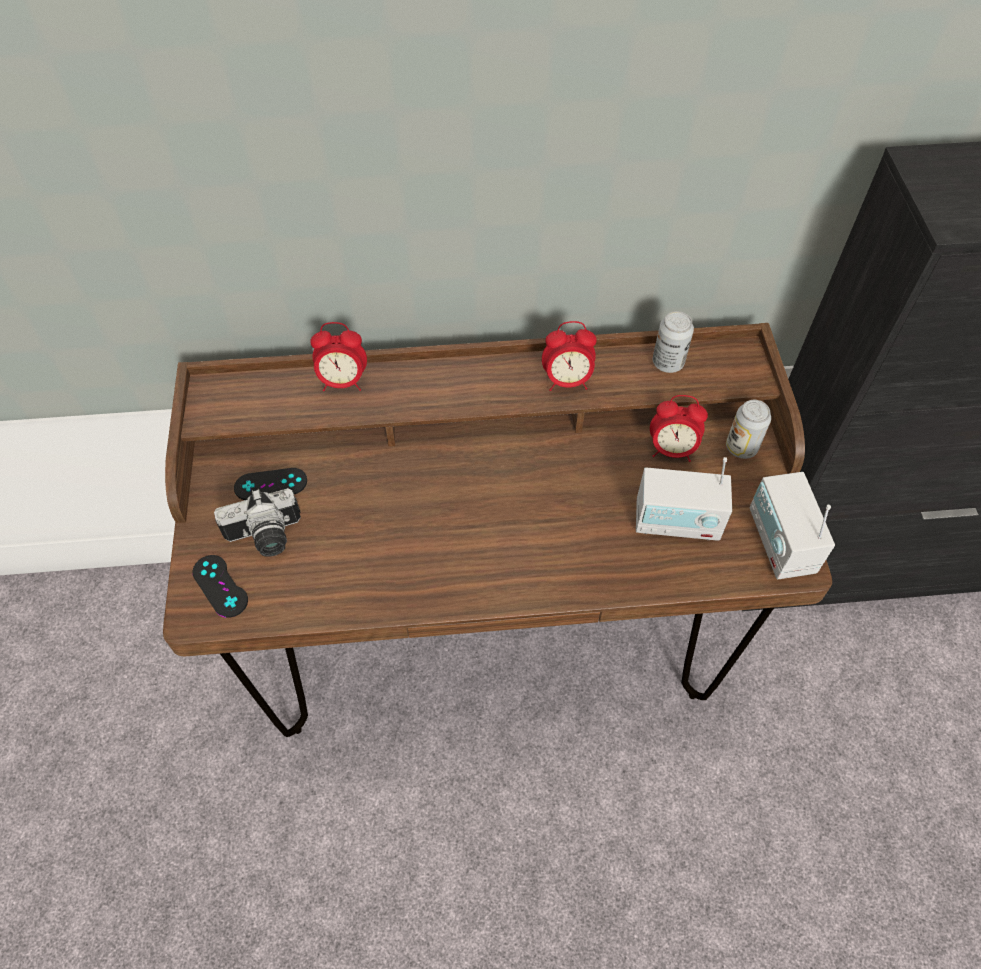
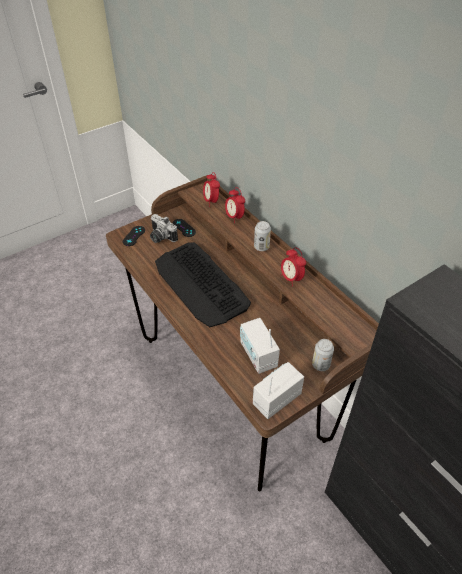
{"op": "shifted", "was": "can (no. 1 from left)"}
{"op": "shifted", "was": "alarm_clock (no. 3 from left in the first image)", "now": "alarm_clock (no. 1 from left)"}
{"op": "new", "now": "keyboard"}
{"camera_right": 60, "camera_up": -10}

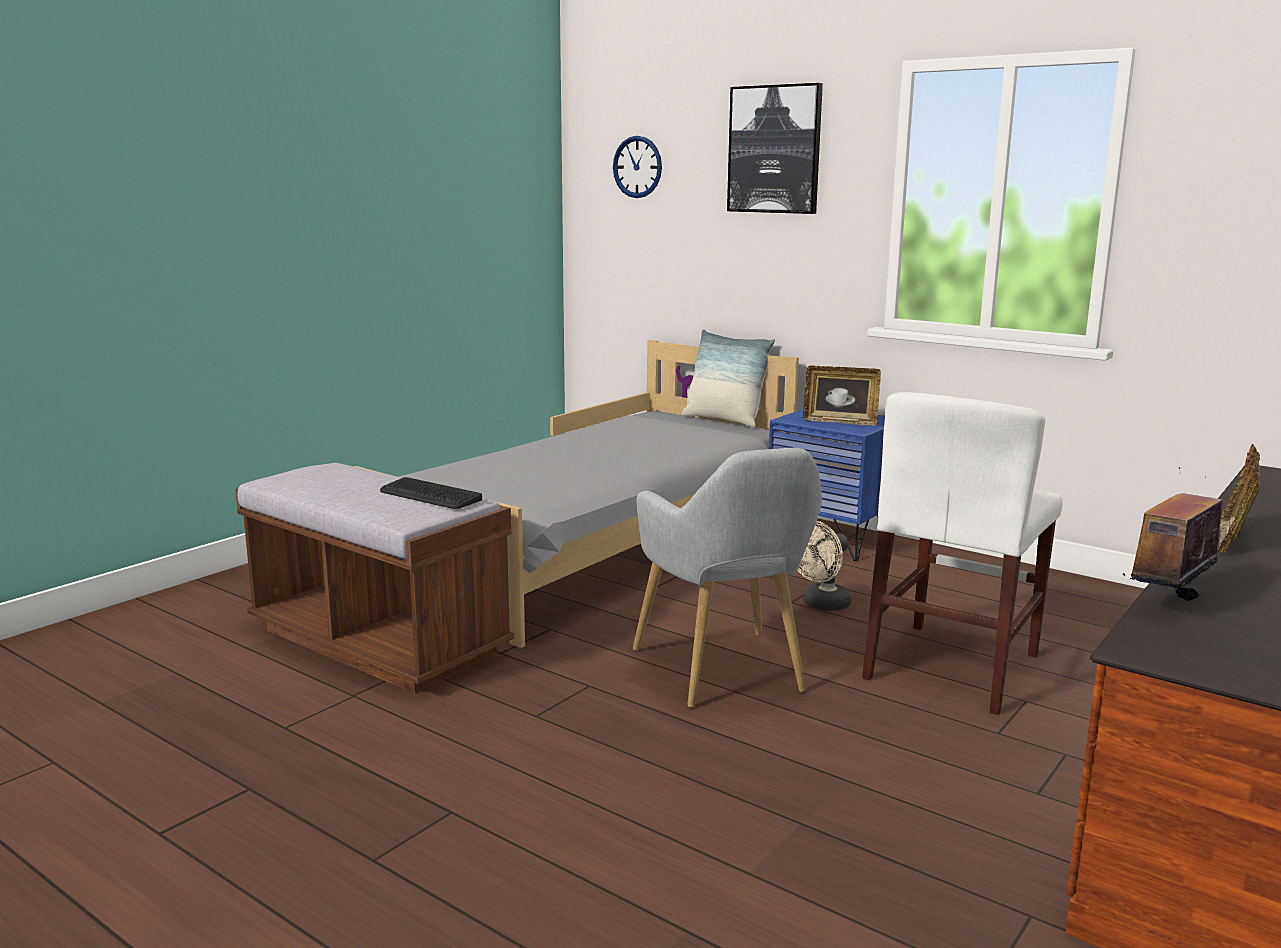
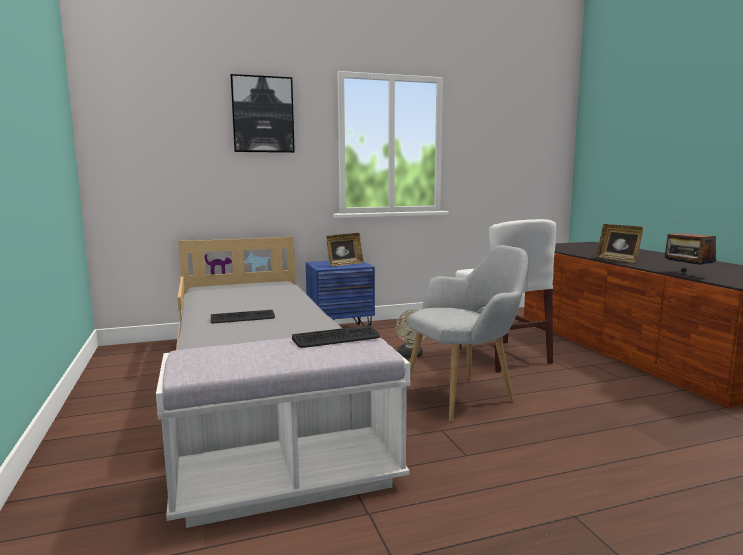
{"op": "gone", "was": "wall_clock"}
{"op": "gone", "was": "pillow"}
{"op": "rotated", "was": "grey_armchair", "clockwise": -45}
{"op": "repainted", "was": "brown_bench", "now": "white_bench"}
{"op": "new", "now": "keyboard (no. 1 from left)"}
{"camera_right": -55, "camera_up": -5}

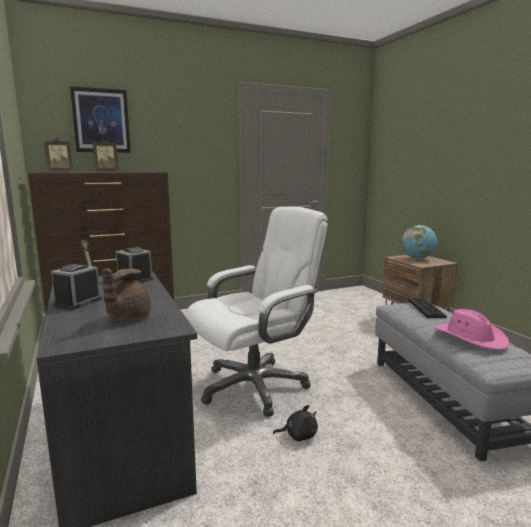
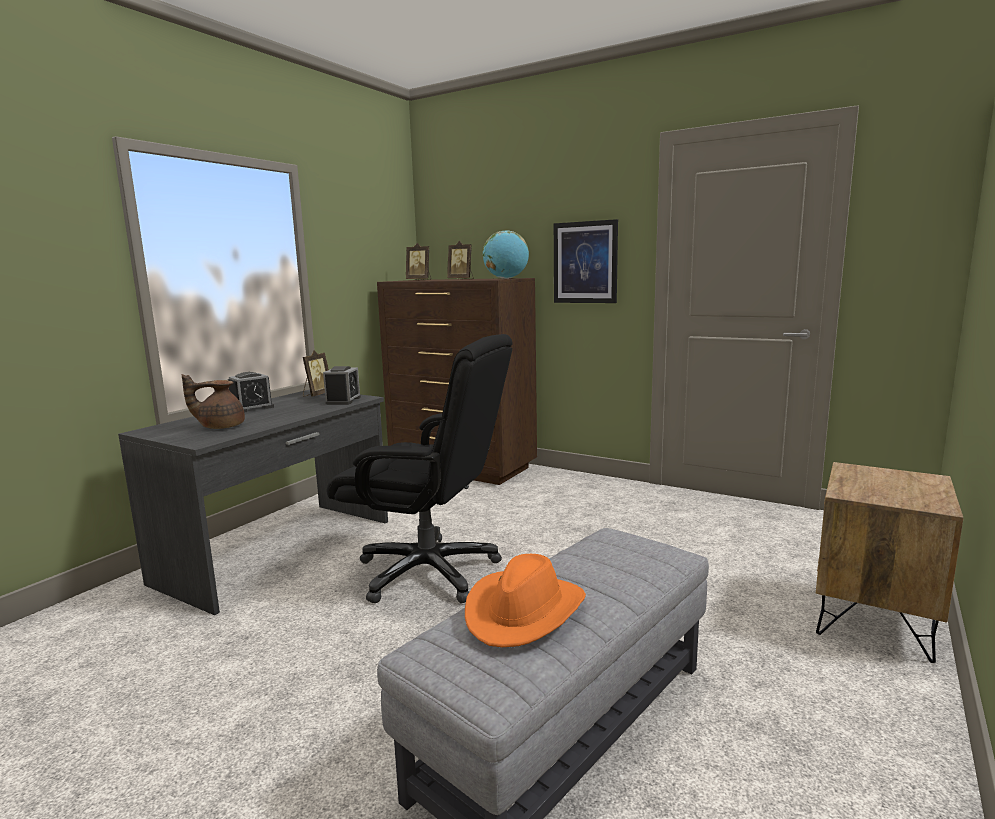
{"op": "shifted", "was": "picture"}
{"op": "repainted", "was": "white_office_chair", "now": "black_office_chair"}
{"op": "shifted", "was": "globe"}
{"op": "rotated", "was": "alarm_clock (no. 1 from left)", "clockwise": 150}
{"op": "gone", "was": "keyboard"}
{"op": "repainted", "was": "pink_hat", "now": "orange_hat"}
{"op": "gone", "was": "black_plush_toy"}
{"camera_right": 55, "camera_up": 0}

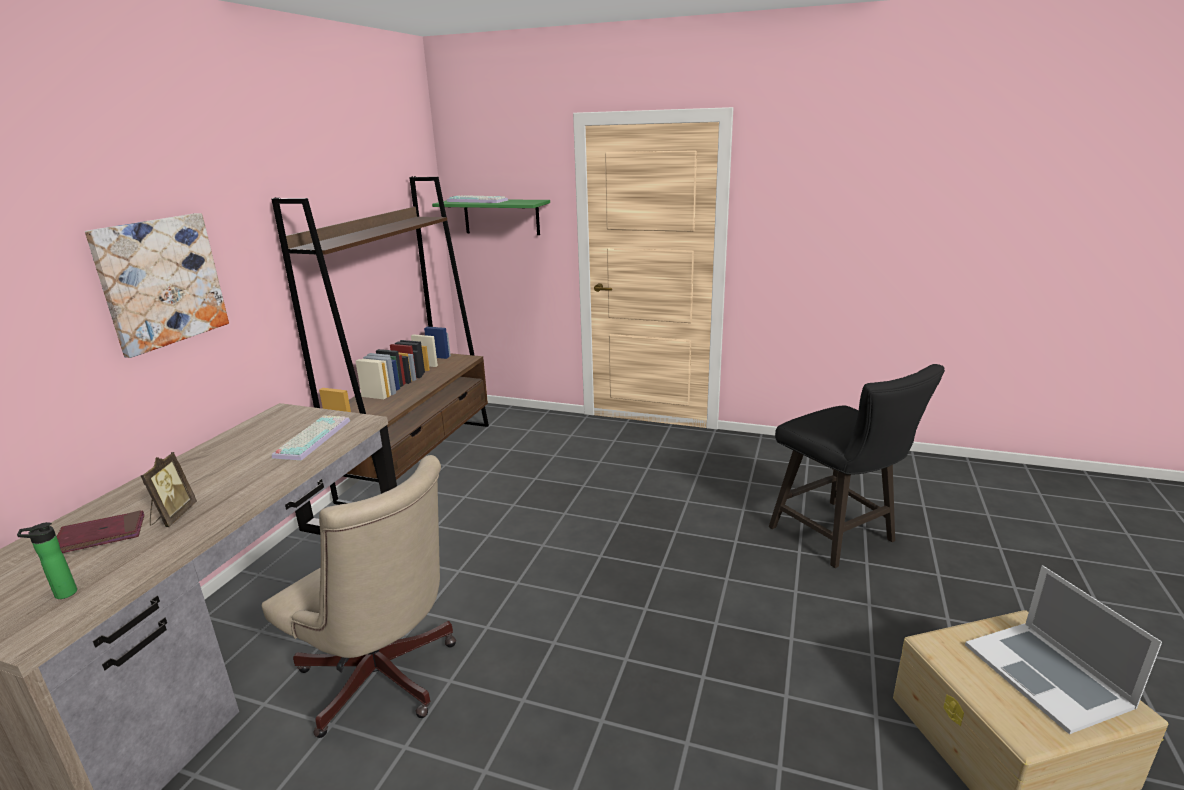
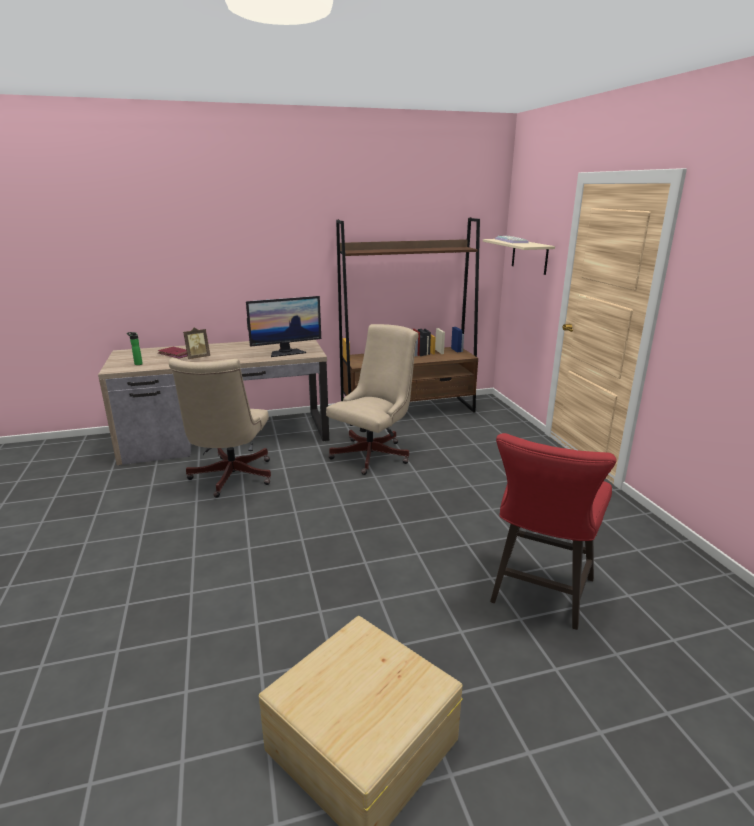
{"op": "repainted", "was": "green_shelf", "now": "beige_shelf"}
{"op": "gone", "was": "picture"}
{"op": "repainted", "was": "black_stool", "now": "red_stool"}
{"op": "swapped", "was": "keyboard (no. 1 from left)", "now": "monitor"}
{"op": "gone", "was": "laptop"}
{"op": "new", "now": "beige_office_chair (no. 2 from left)"}
{"camera_right": 55, "camera_up": 0}

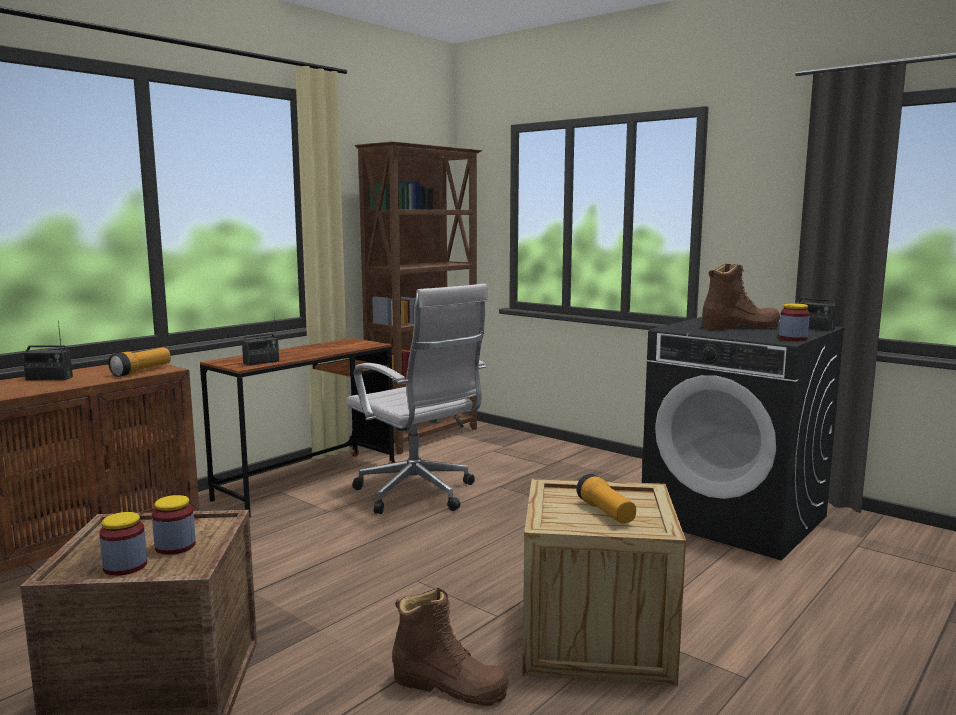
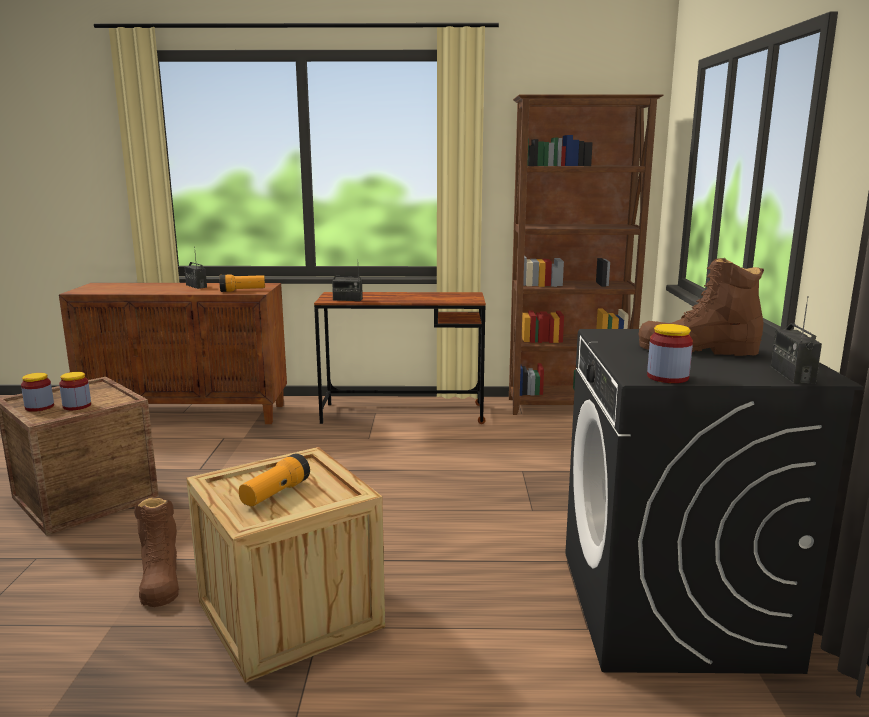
{"op": "rotated", "was": "brown_boot (no. 2 from left)", "clockwise": 150}
{"op": "gone", "was": "white_office_chair"}
{"camera_right": 50, "camera_up": 5}

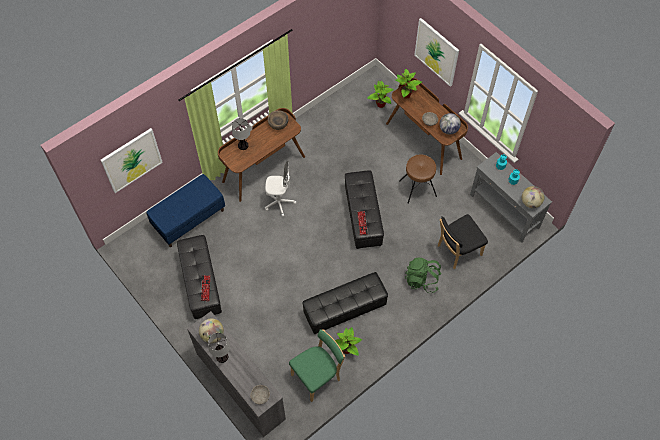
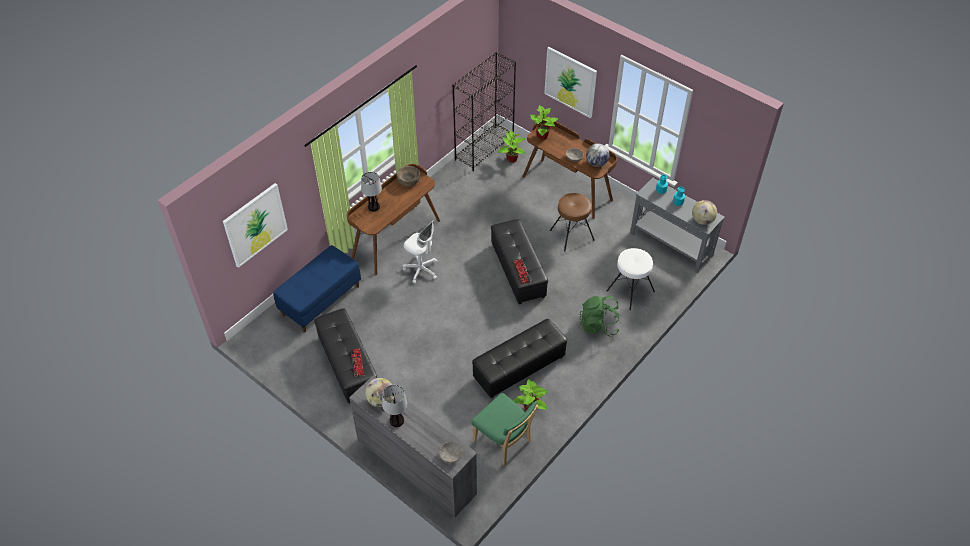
{"op": "rotated", "was": "white_office_chair", "clockwise": 45}
{"op": "swapped", "was": "black_chair", "now": "white_stool"}
{"op": "rotated", "was": "green_chair", "clockwise": 90}
{"op": "new", "now": "black_bookcase"}
{"camera_right": -10, "camera_up": -10}

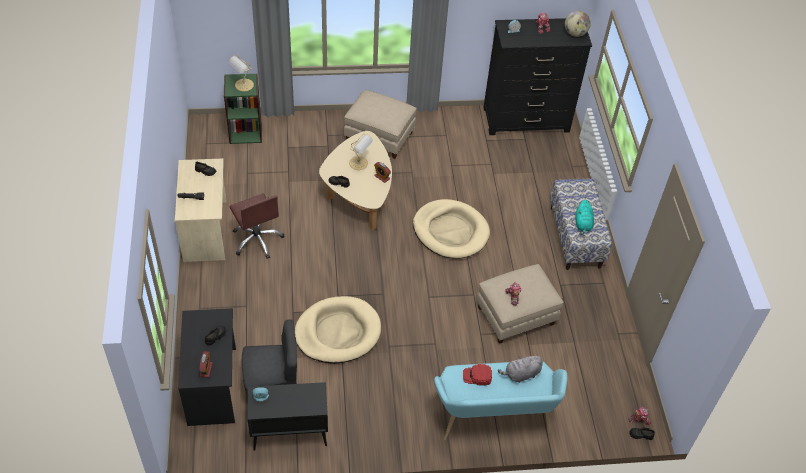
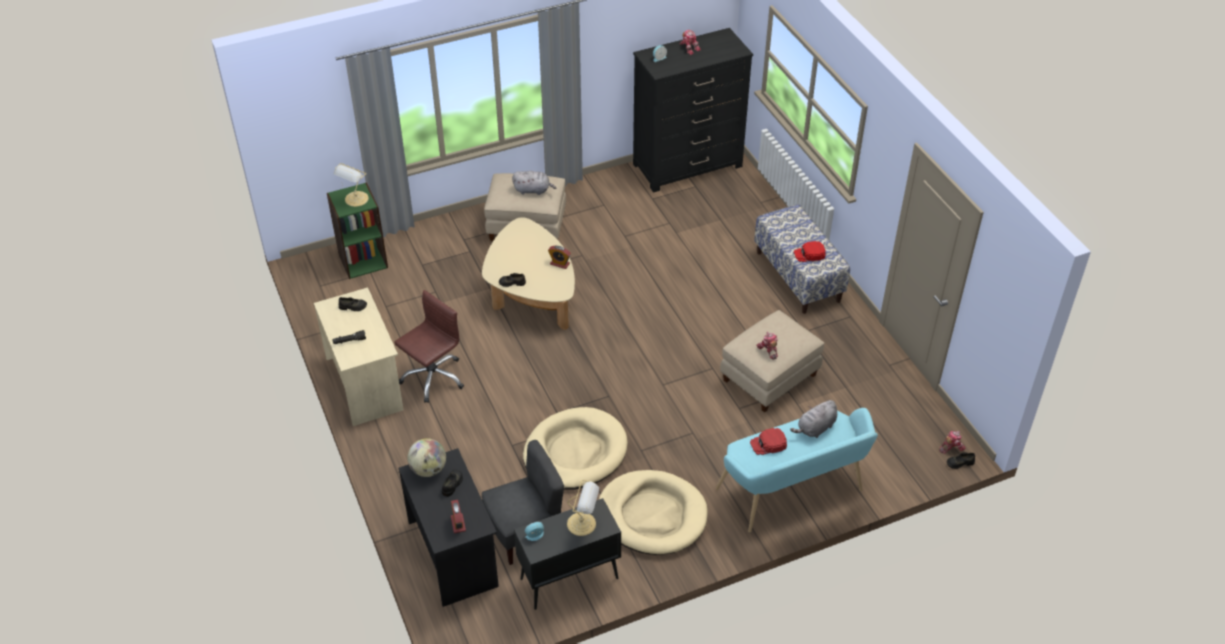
{"op": "shifted", "was": "globe"}
{"op": "shifted", "was": "table_lamp (no. 2 from left)"}
{"op": "rotated", "was": "brown_office_chair", "clockwise": -90}
{"op": "shifted", "was": "beige_dog_bed (no. 2 from left)"}
{"op": "swapped", "was": "turquoise_plush_toy", "now": "red_cap (no. 2 from left)"}
{"op": "new", "now": "grey_plush_toy (no. 1 from left)"}
{"camera_right": -15, "camera_up": -5}

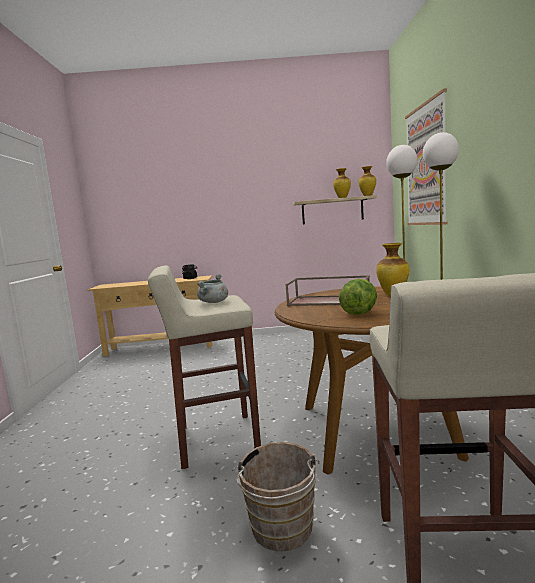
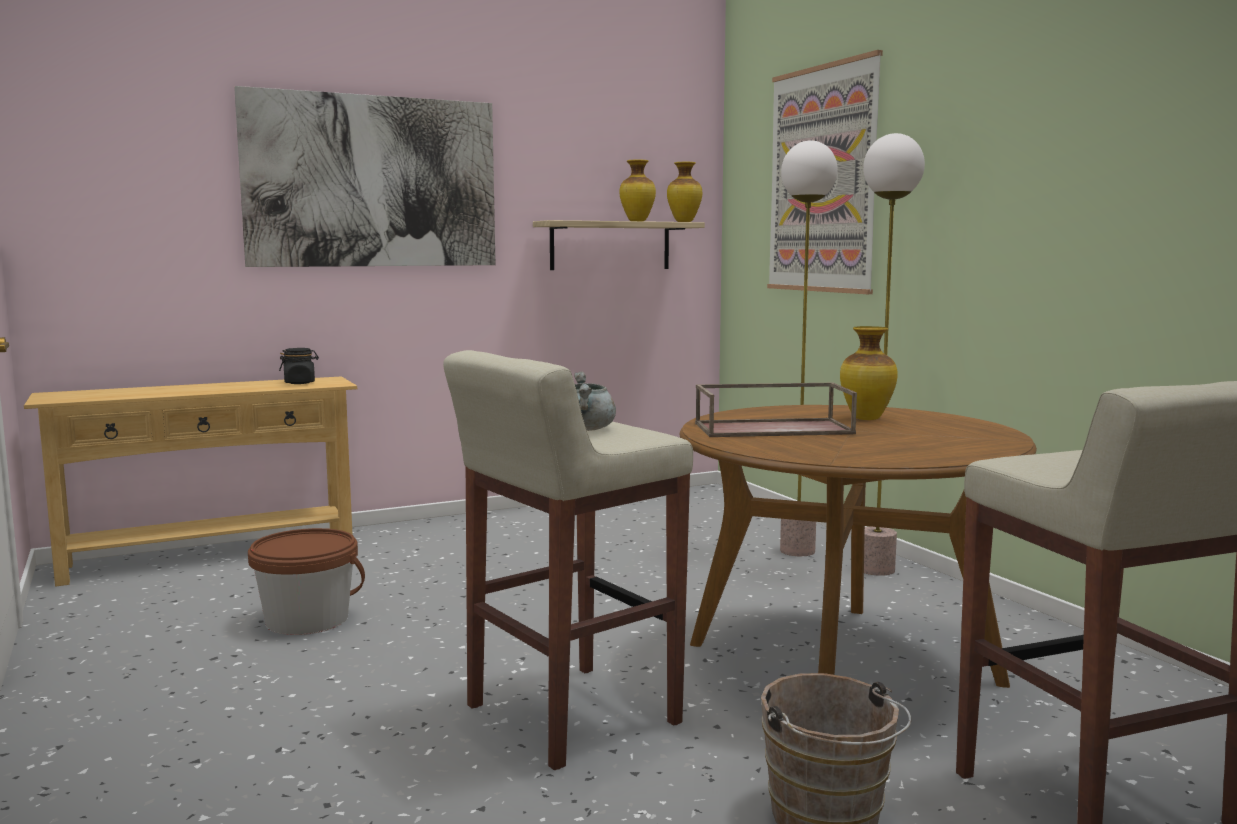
{"op": "gone", "was": "lettuce"}
{"op": "new", "now": "picture (no. 1 from left)"}
{"op": "new", "now": "brown_bucket (no. 1 from left)"}
{"camera_right": -25, "camera_up": 0}

